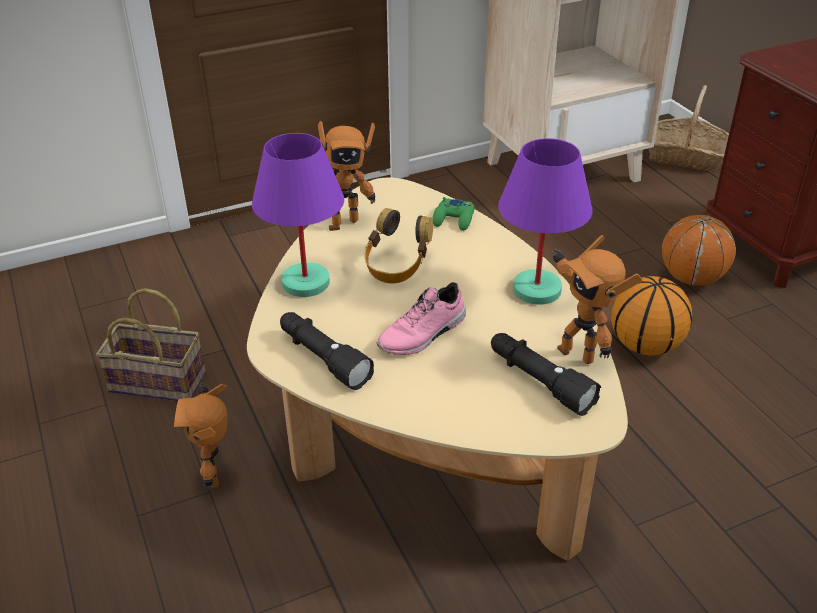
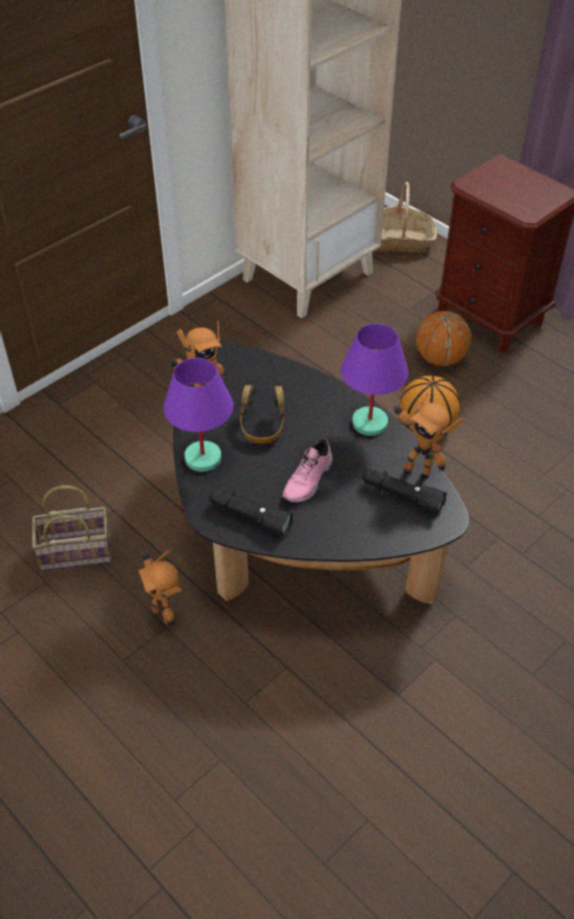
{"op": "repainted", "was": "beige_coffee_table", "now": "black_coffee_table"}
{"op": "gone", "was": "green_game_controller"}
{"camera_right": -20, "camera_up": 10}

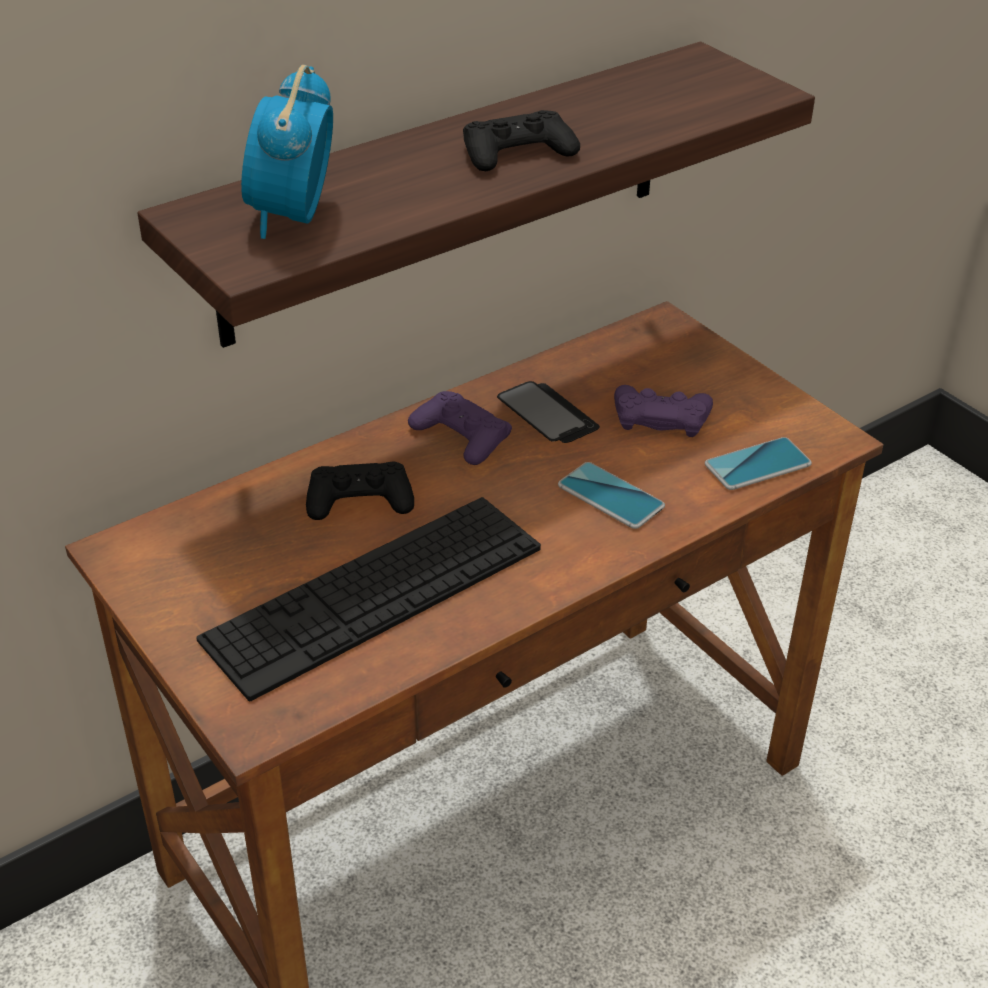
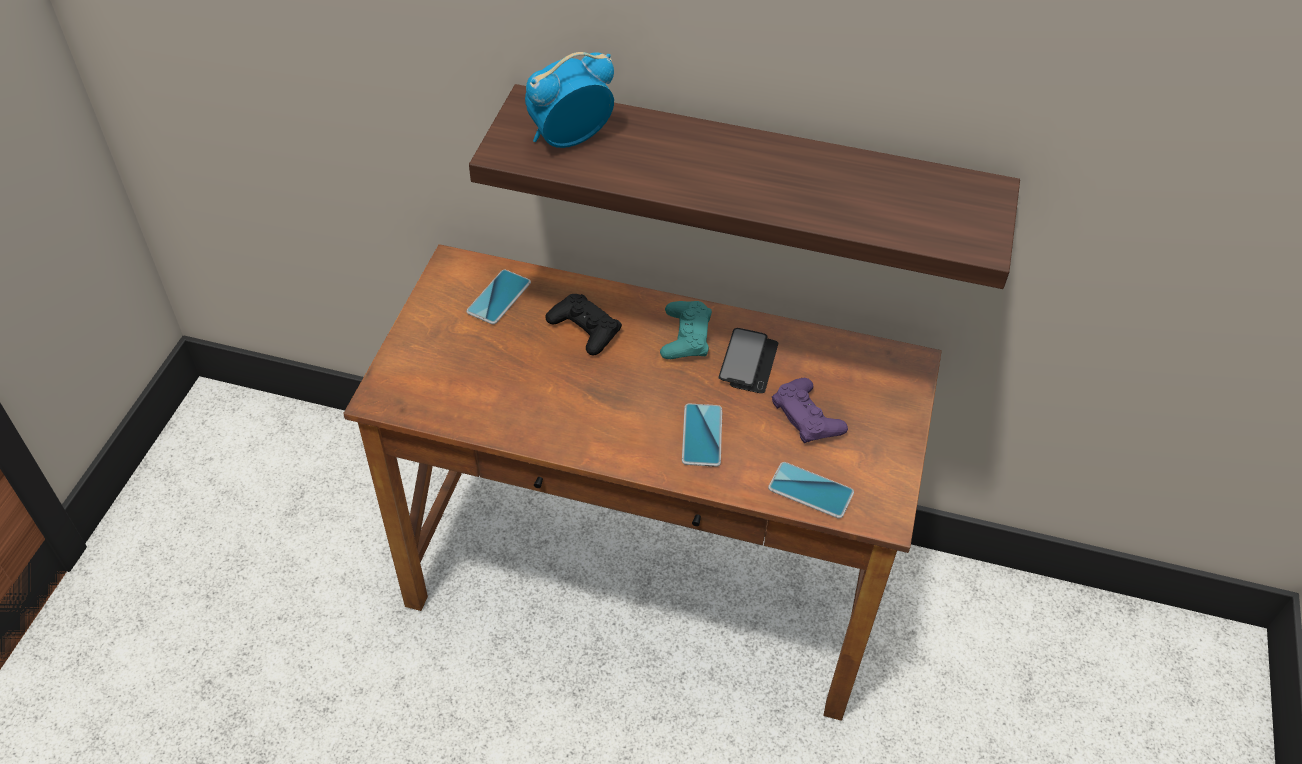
{"op": "gone", "was": "black_game_controller (no. 2 from left)"}
{"op": "repainted", "was": "purple_game_controller (no. 1 from left)", "now": "turquoise_game_controller"}
{"op": "gone", "was": "keyboard"}
{"op": "new", "now": "phone (no. 1 from left)"}
{"camera_right": 50, "camera_up": 10}

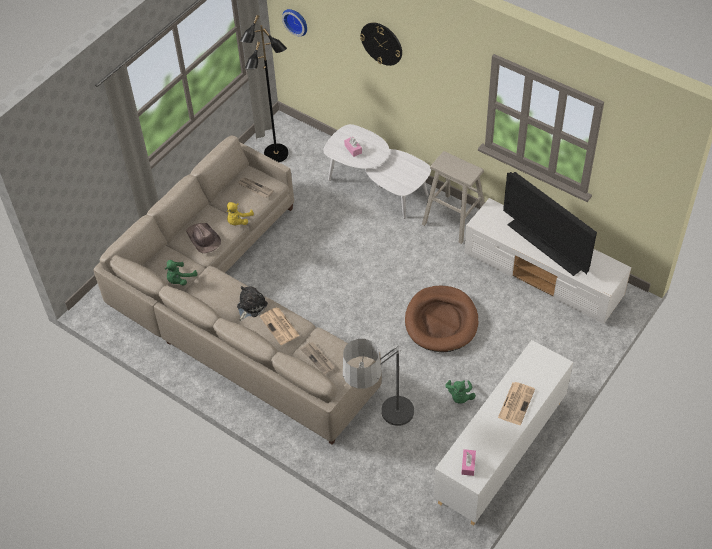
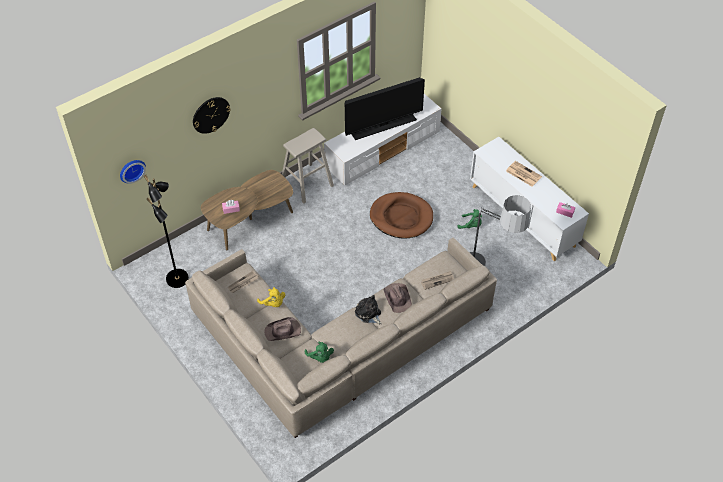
{"op": "repainted", "was": "white_coffee_table", "now": "brown_coffee_table"}
{"op": "swapped", "was": "newspaper (no. 2 from left)", "now": "brown_hat (no. 2 from left)"}
{"camera_right": -75, "camera_up": 0}

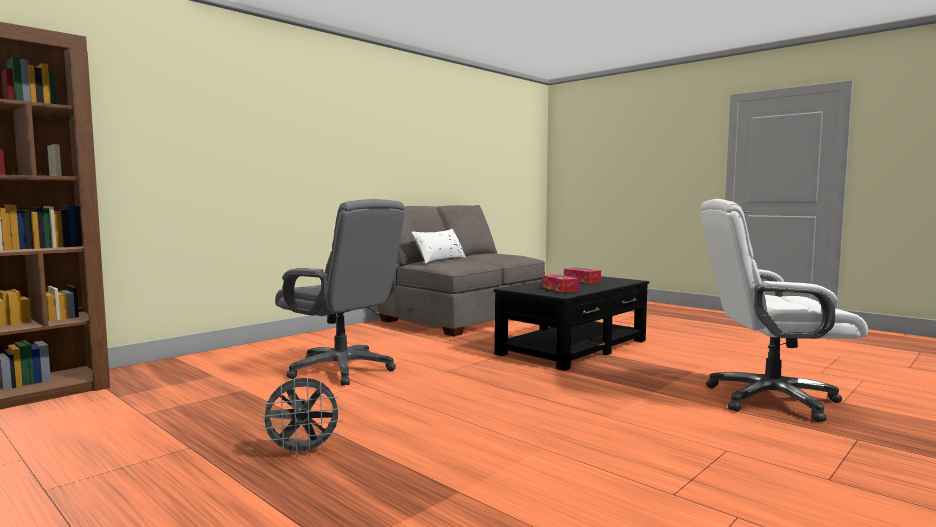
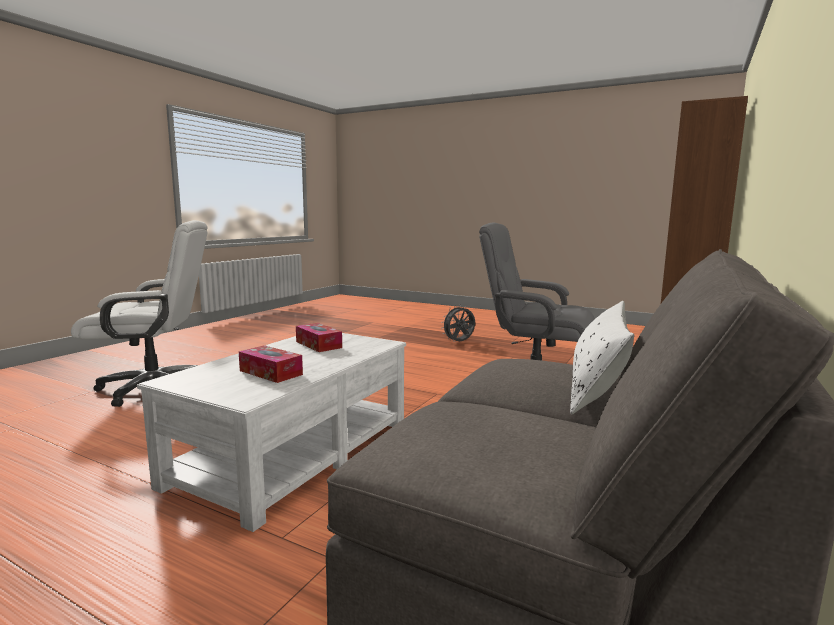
{"op": "repainted", "was": "black_coffee_table", "now": "white_coffee_table"}
{"camera_right": 165, "camera_up": 5}

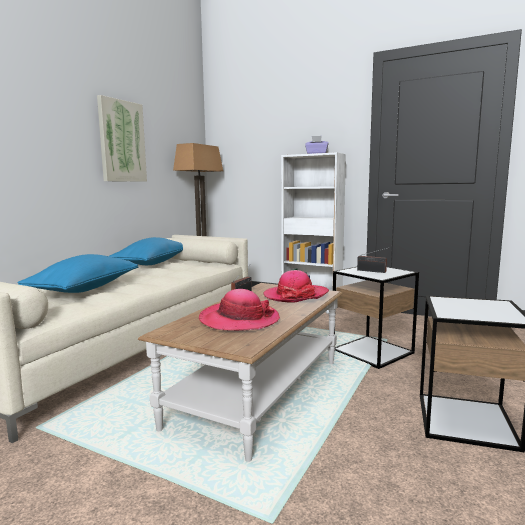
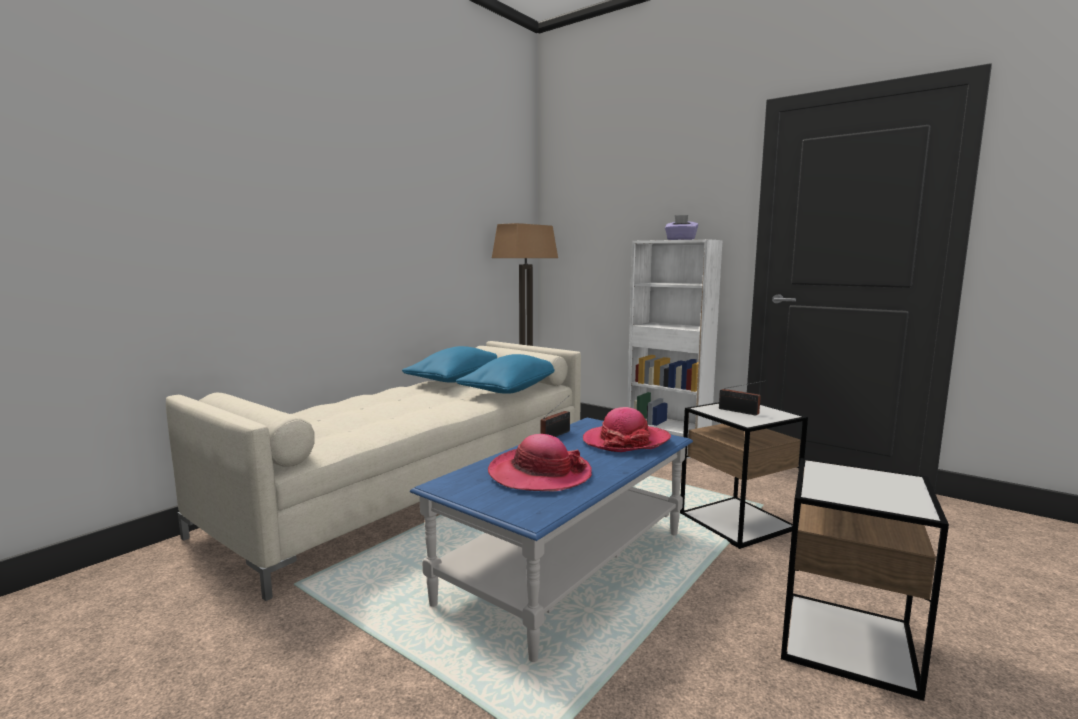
{"op": "gone", "was": "picture"}
{"op": "shifted", "was": "blue_pillow (no. 1 from left in the first image)", "now": "blue_pillow (no. 2 from left)"}
{"op": "repainted", "was": "brown_coffee_table", "now": "blue_coffee_table"}
{"camera_right": 10, "camera_up": 0}

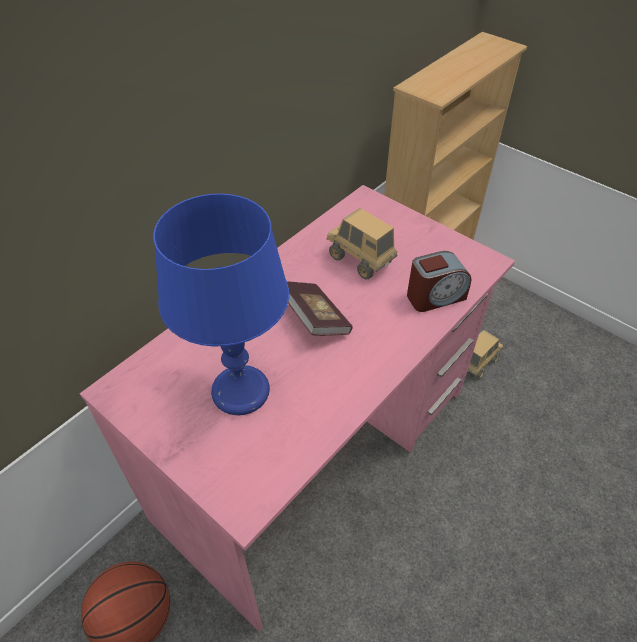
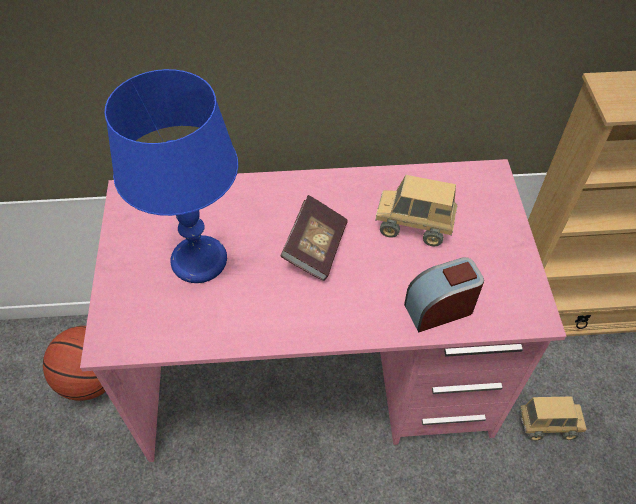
{"op": "rotated", "was": "toy_truck (no. 1 from left)", "clockwise": -75}
{"op": "rotated", "was": "alarm_clock", "clockwise": 135}
{"camera_right": 45, "camera_up": 5}

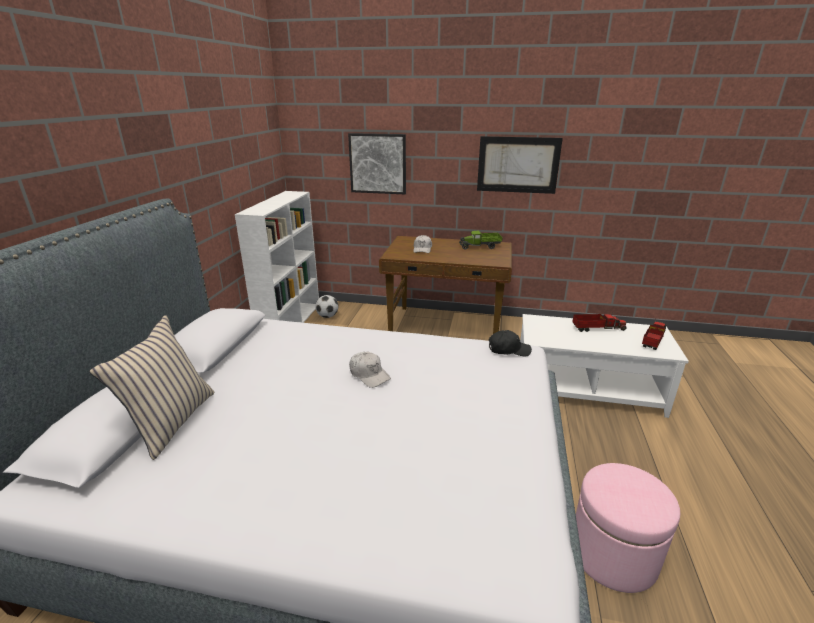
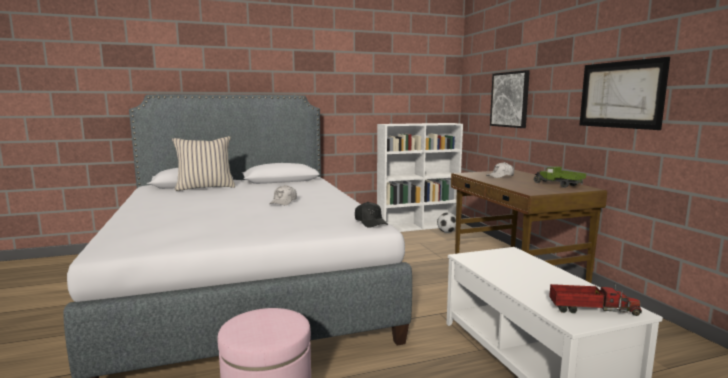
{"op": "gone", "was": "toy_truck (no. 2 from left)"}
{"camera_right": 60, "camera_up": -15}

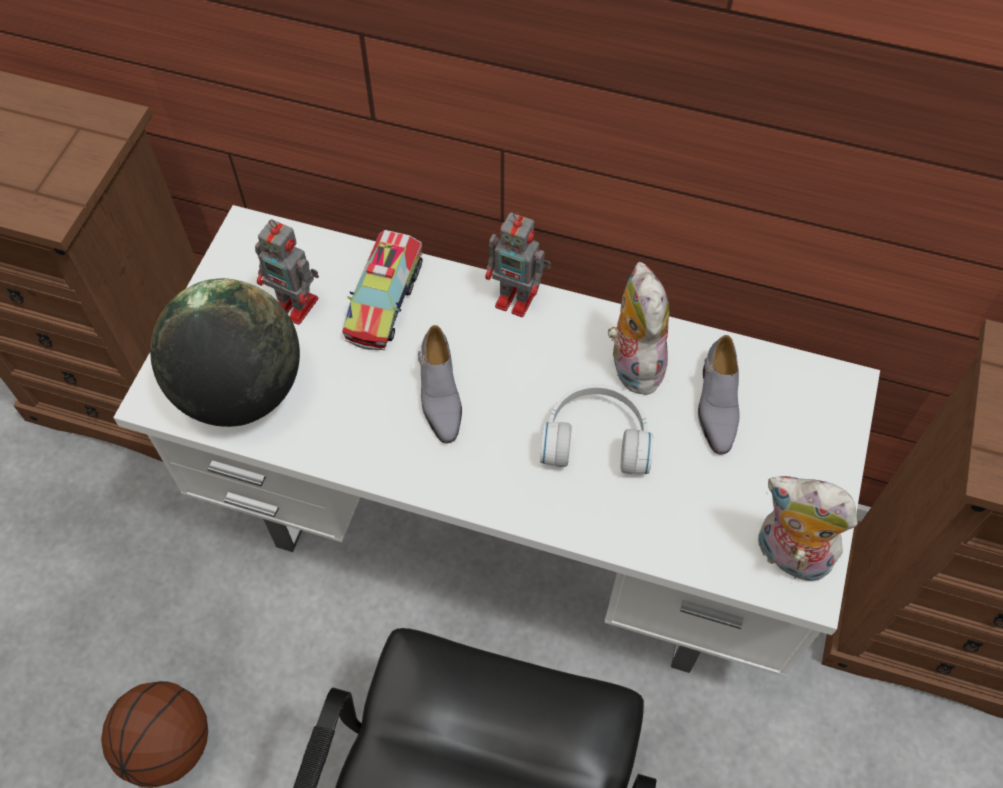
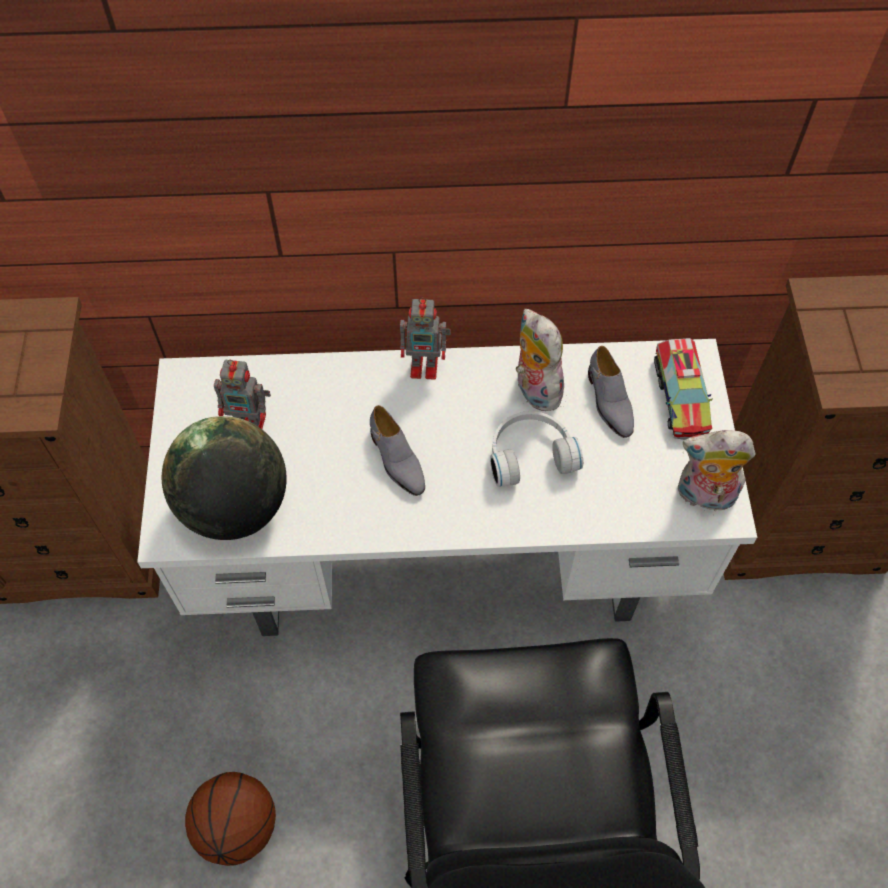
{"op": "shifted", "was": "toy_truck"}
{"camera_right": -20, "camera_up": 0}

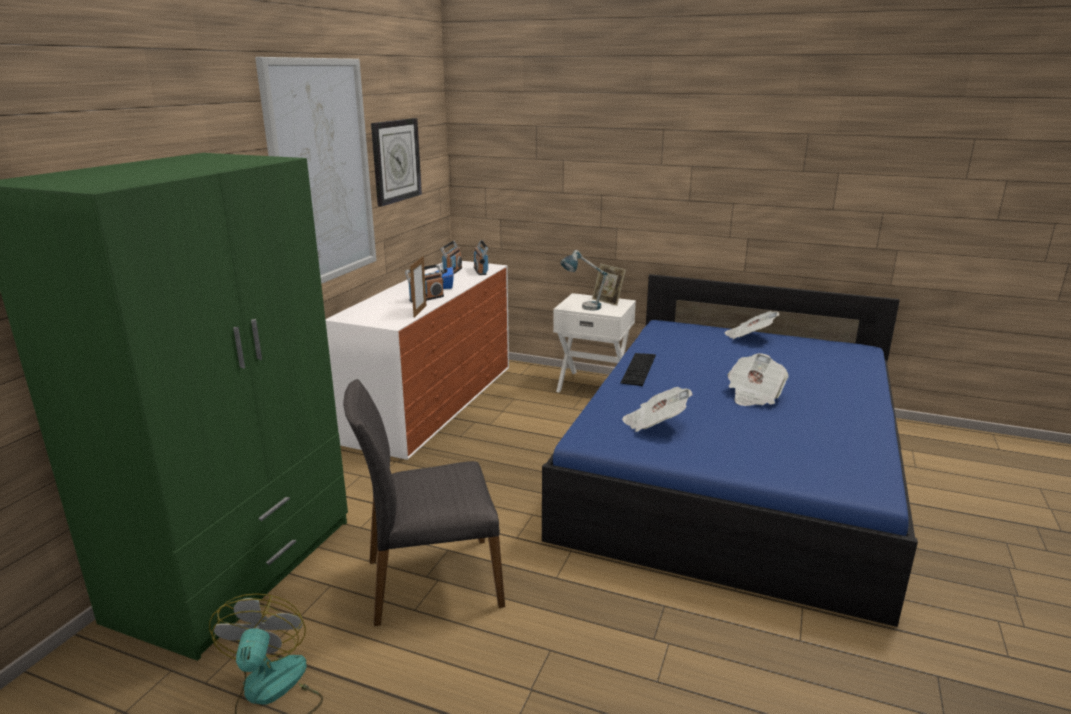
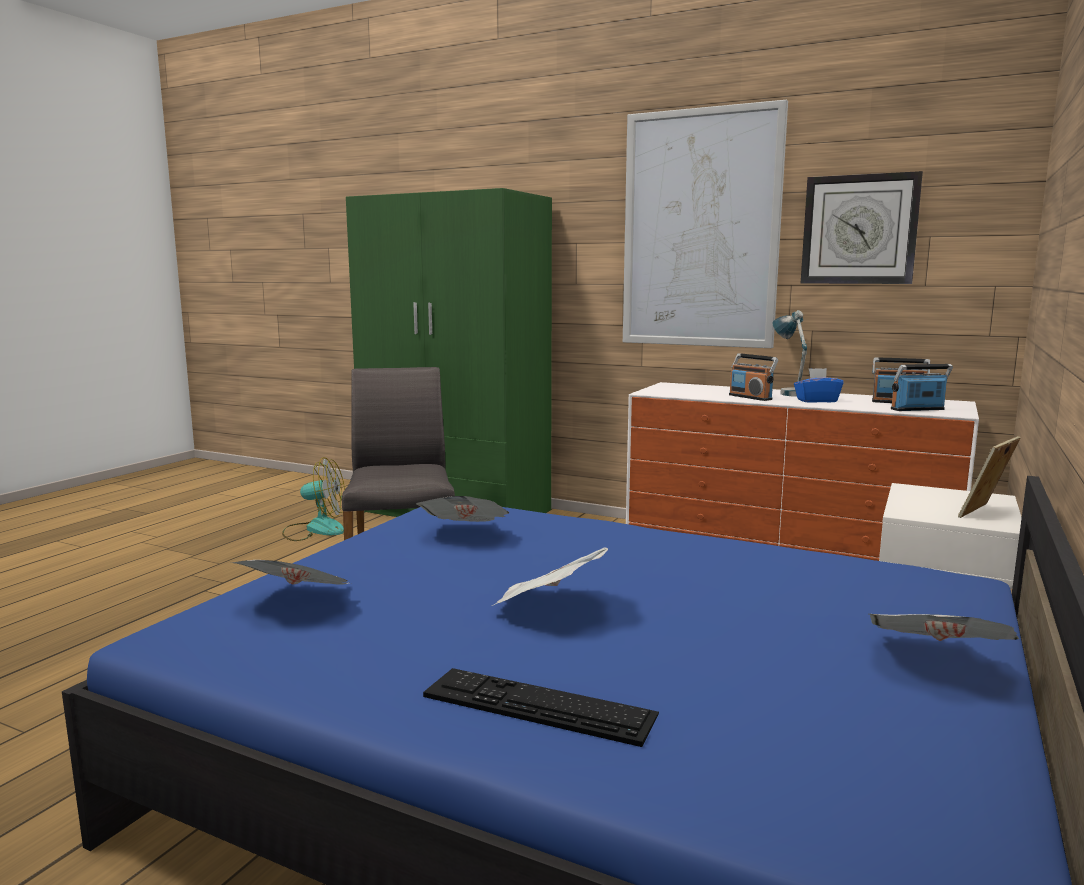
{"op": "shifted", "was": "table_lamp"}
{"op": "gone", "was": "picture_frame (no. 1 from left)"}
{"op": "shifted", "was": "keyboard"}
{"op": "new", "now": "newspaper (no. 1 from left)"}
{"camera_right": 95, "camera_up": -10}

